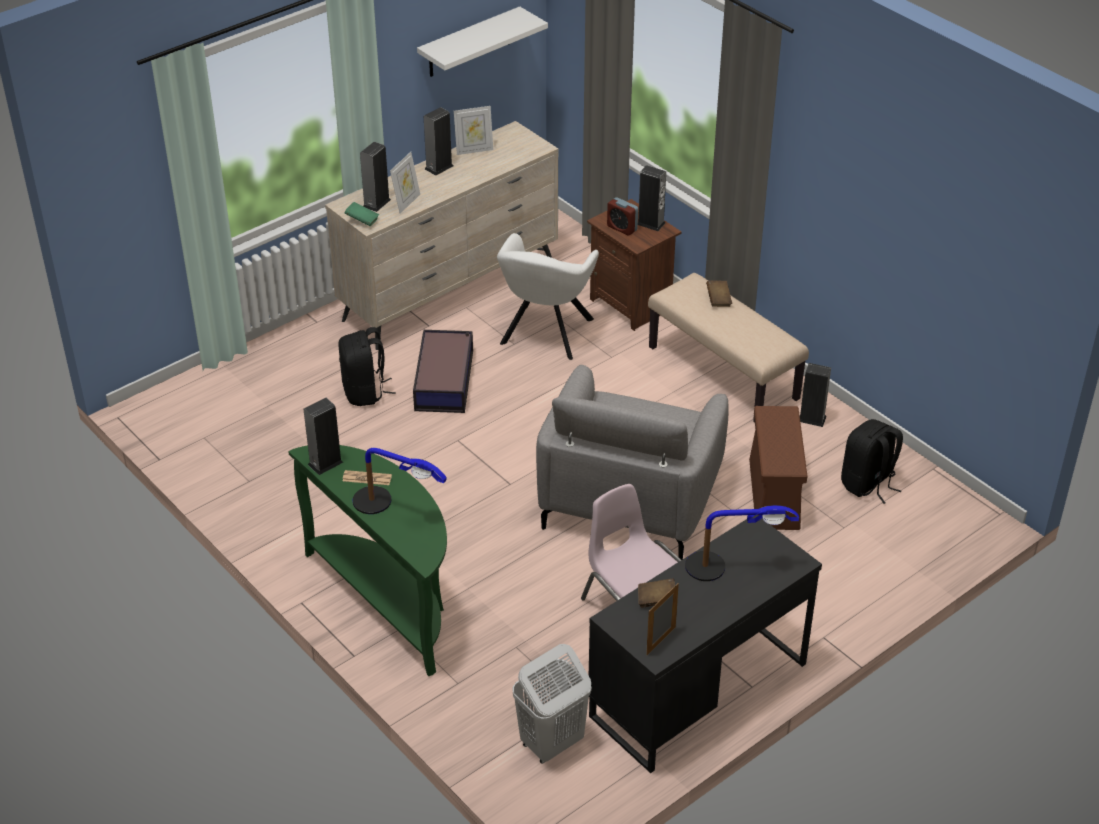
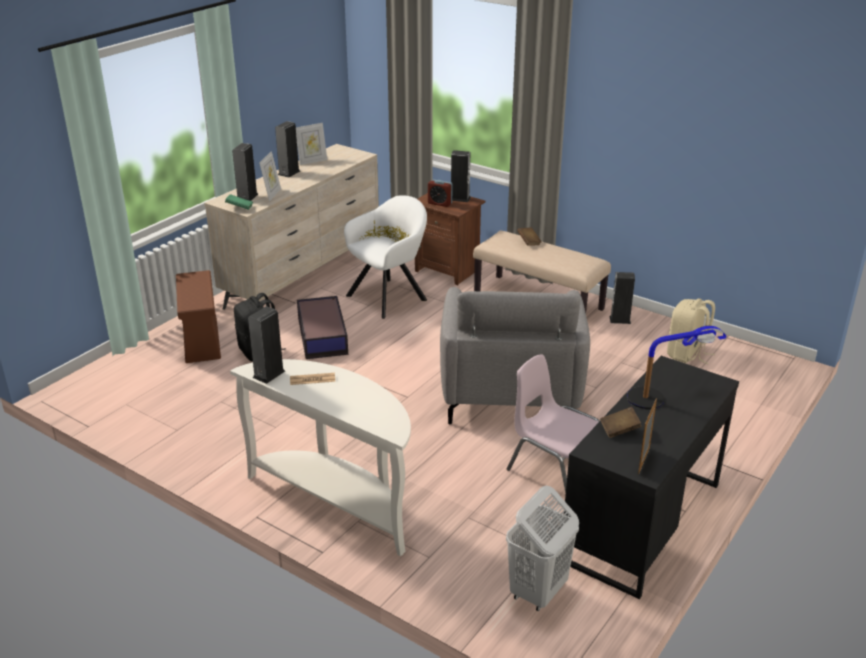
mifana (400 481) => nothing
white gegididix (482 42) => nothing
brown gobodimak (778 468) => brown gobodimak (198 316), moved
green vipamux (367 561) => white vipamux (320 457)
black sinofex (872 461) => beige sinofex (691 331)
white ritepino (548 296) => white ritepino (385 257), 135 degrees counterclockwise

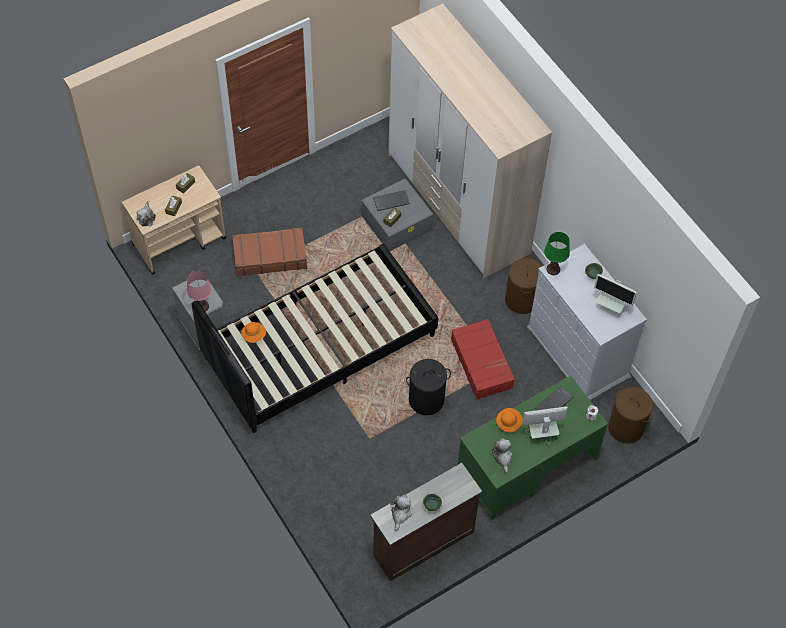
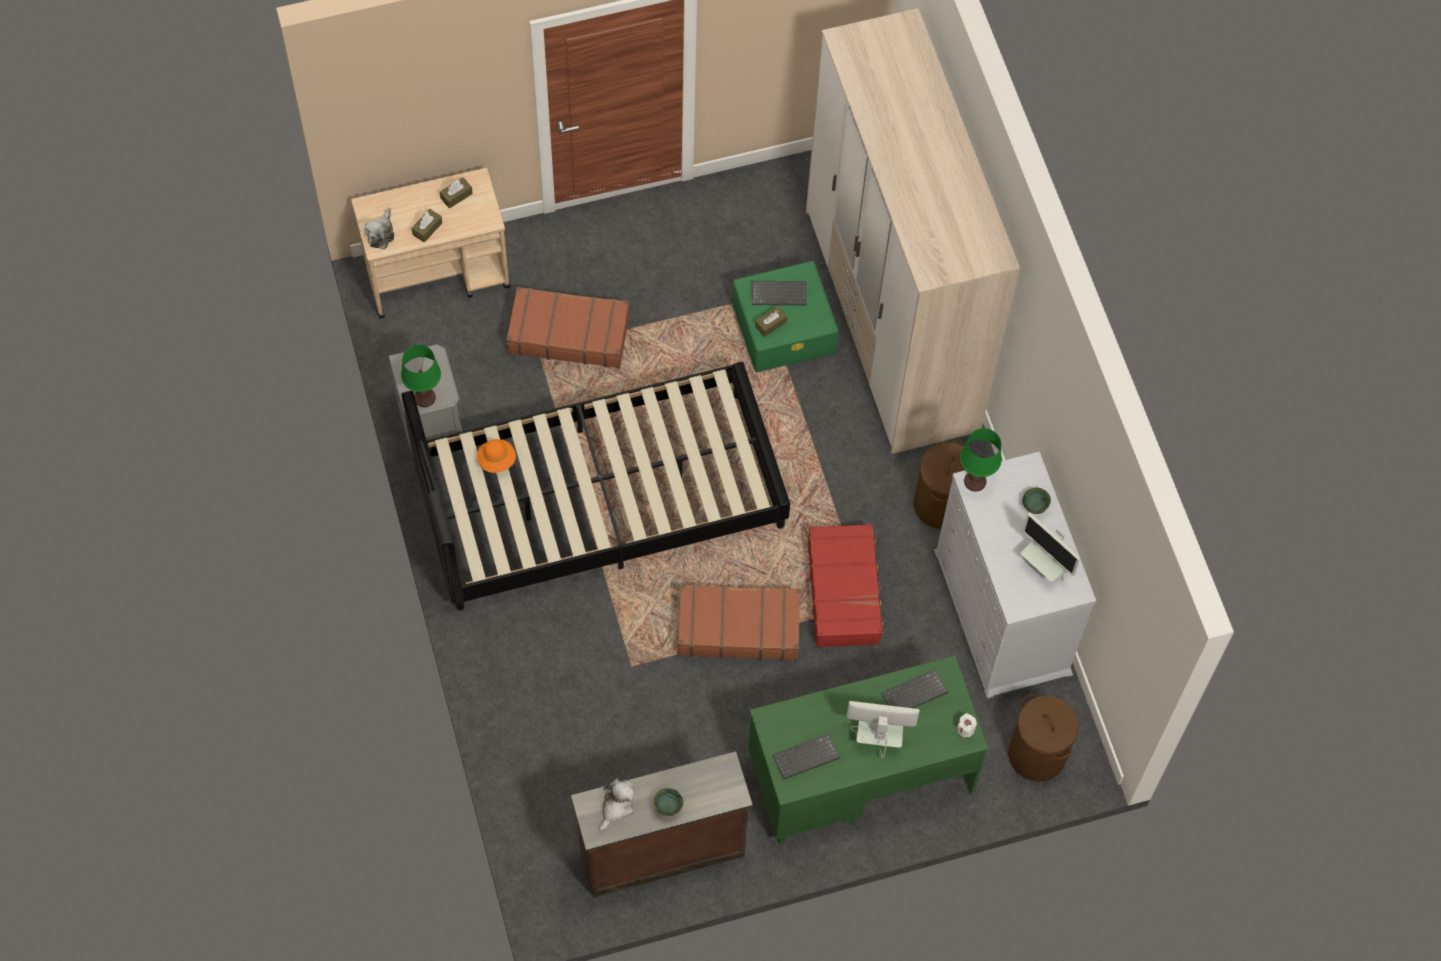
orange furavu (509 420) => nothing
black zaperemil (428 387) => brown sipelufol (739 622)
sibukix (502 455) => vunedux (806 756)
pink mifana (199 291) => green mifana (421 376)
grey gobodimak (397 214) => green gobodimak (785 316)

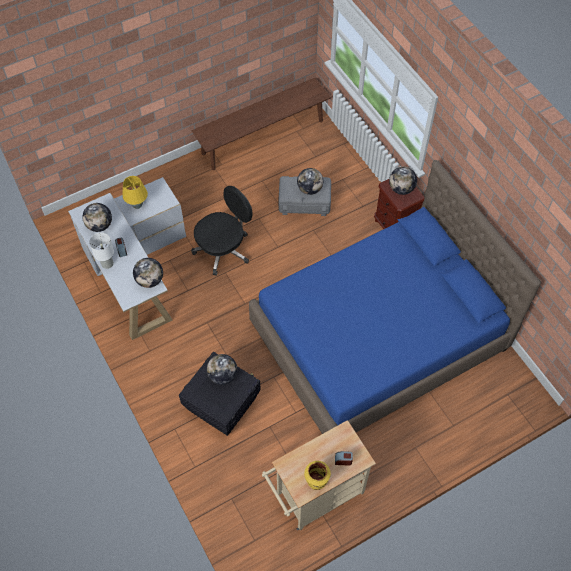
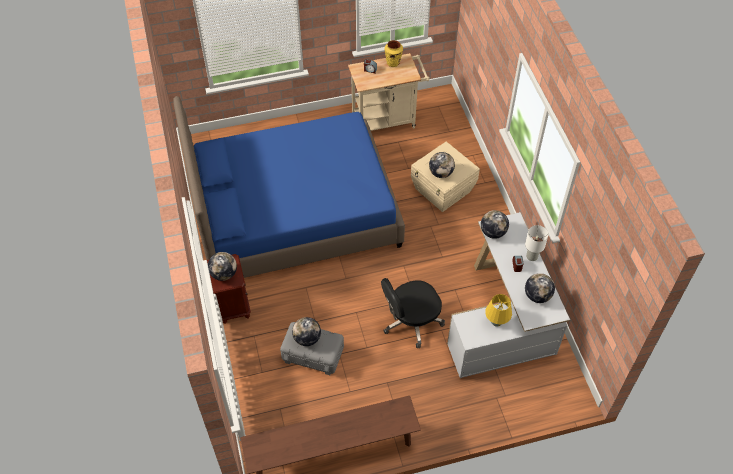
black gobodimak (220 394) => beige gobodimak (445 176)

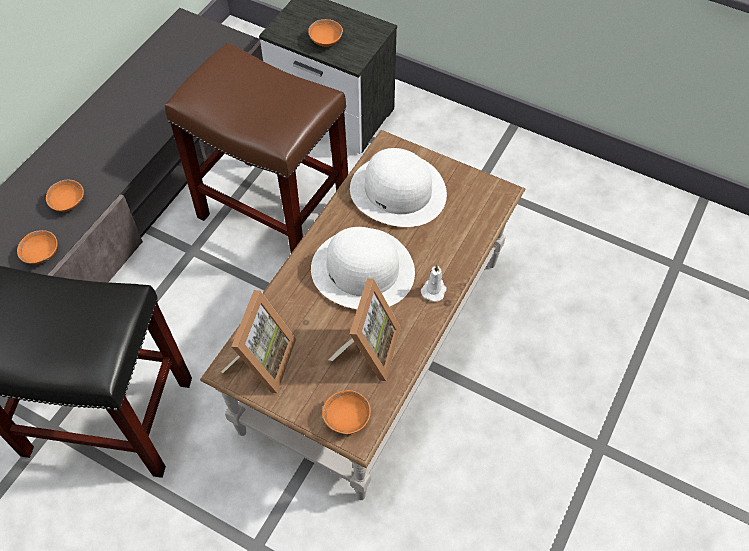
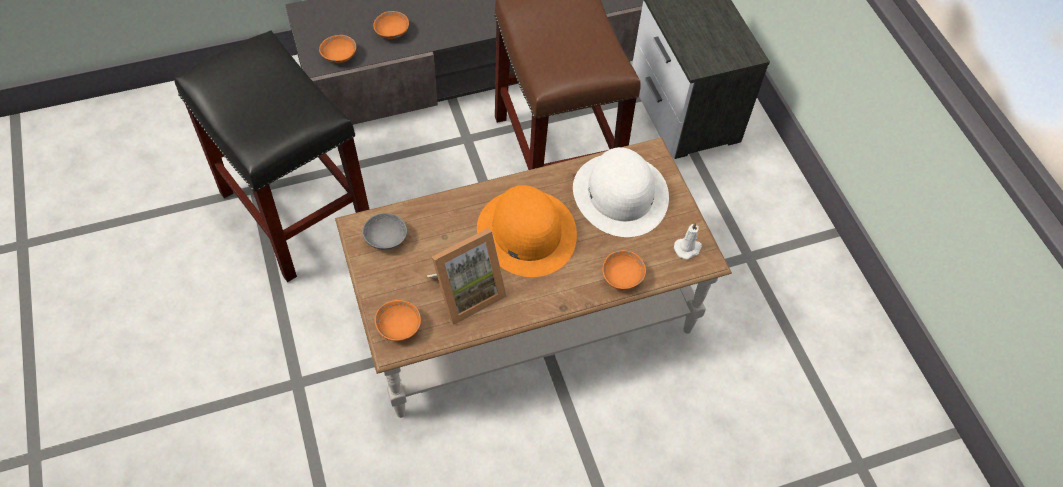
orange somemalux (325 33) => orange somemalux (624 270), moved
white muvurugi (434 283) => white muvurugi (688 240), moved
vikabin (258 341) => grey somemalux (384 231)
white furavu (363 268) => orange furavu (527 231)

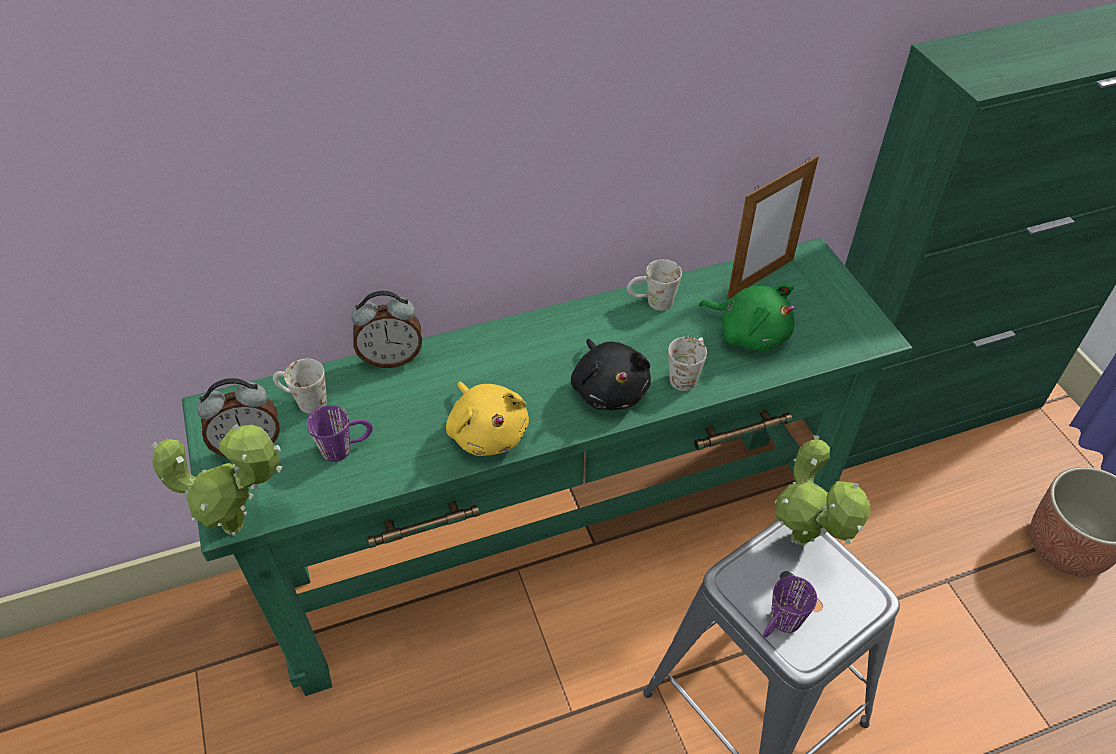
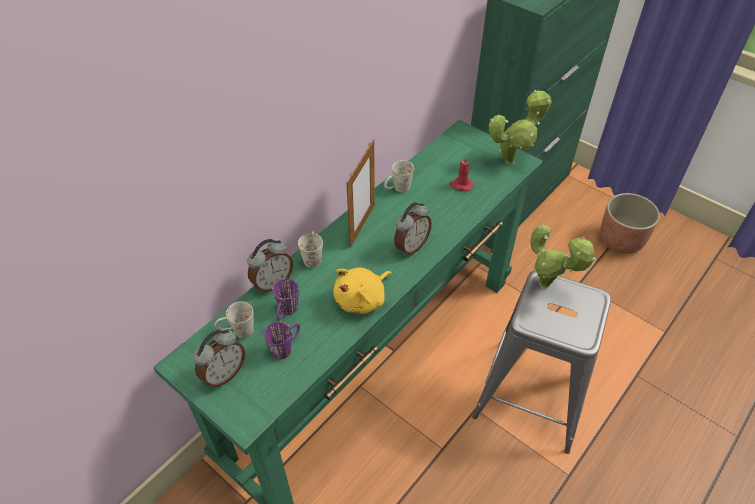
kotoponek (216 480) => kotoponek (520 127), moved
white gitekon (687 364) => white gitekon (310 249), moved
vikabin (773 228) => vikabin (361 193), moved
purple gitekon (790 607) => purple gitekon (285 300), moved
black sibukix (611 374) => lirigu (413 229)
green sibukix (747 317) => red muvurugi (461 173)
yellow sibukix (487 419) => yellow sibukix (362 291), 105 degrees clockwise

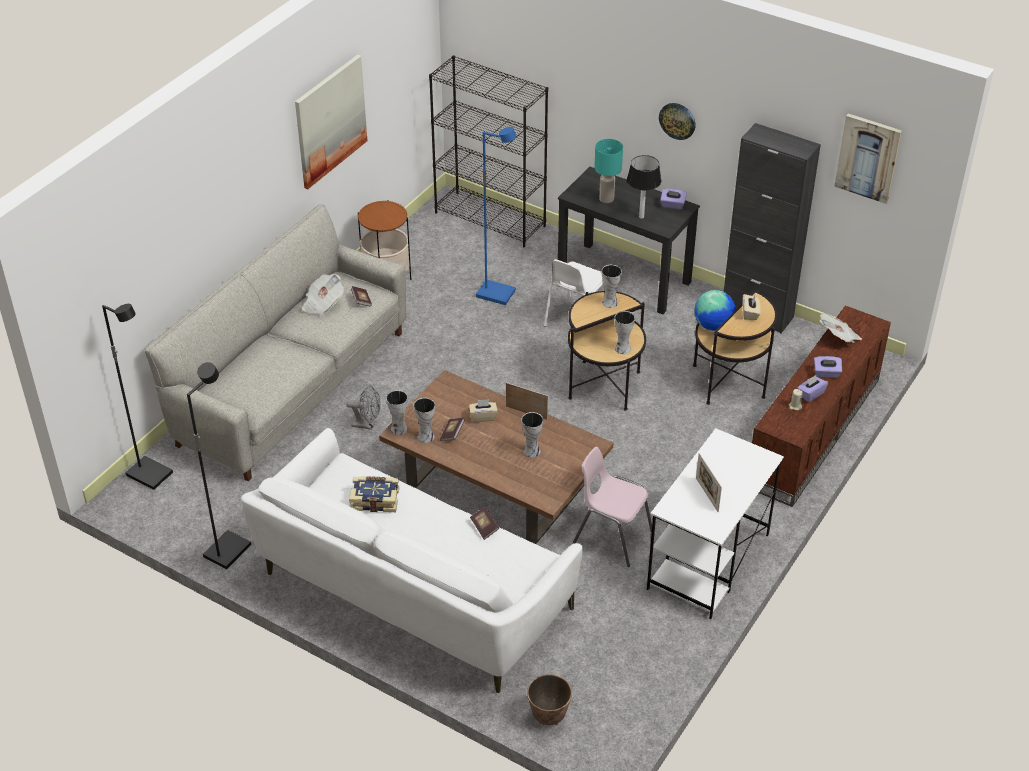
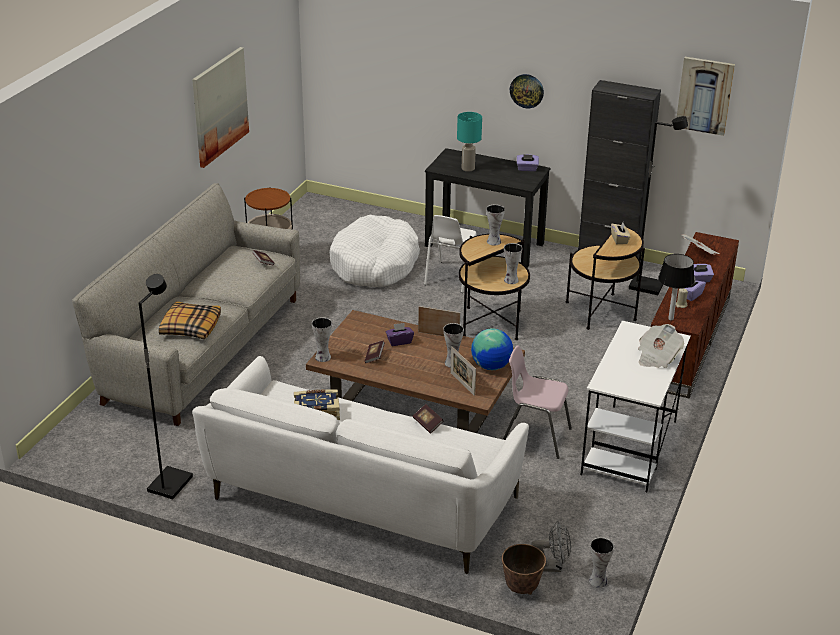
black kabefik (488 151) => nothing
nothing => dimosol (190 320)
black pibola (137 397) => black pibola (658 205), moved
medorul (323 295) => medorul (661 346), moved
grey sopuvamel (363 407) => grey sopuvamel (551 546), moved
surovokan (424 420) => surovokan (601 562), moved
mifana (644 187) => mifana (676 287), moved
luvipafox (715 310) => luvipafox (492 349), moved
vikabin (709 482) => vikabin (463 371), moved
blue pibola (496 216) => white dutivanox (374 251)
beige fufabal (483 410) => purple fufabal (400 334)

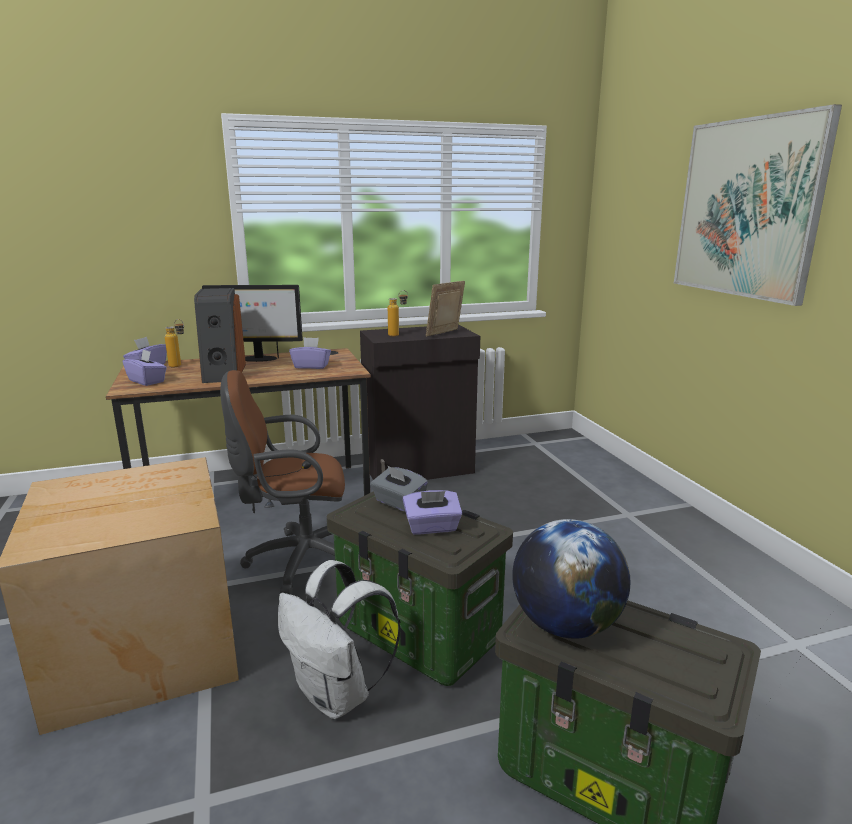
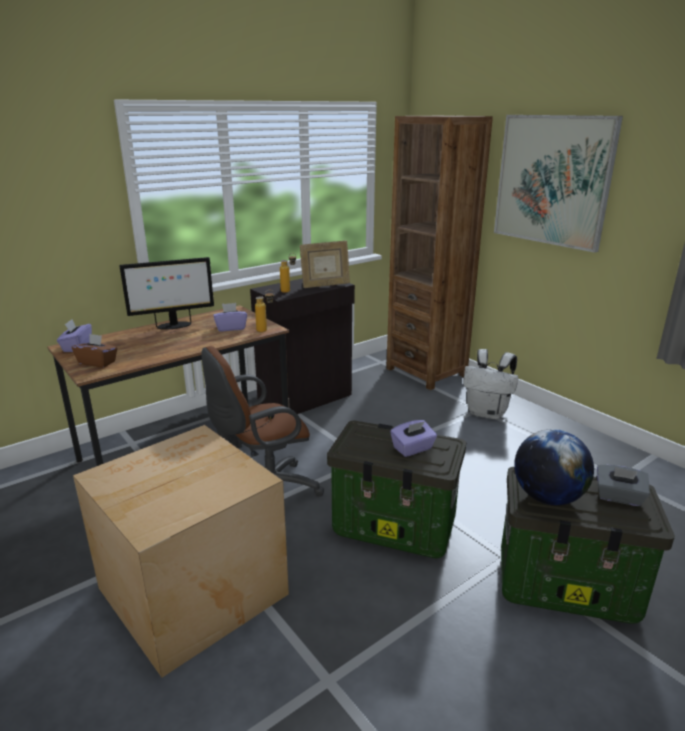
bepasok (220 335) => nothing
nothing => brown kabefik (439 253)
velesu (174 343) => velesu (264 311), moved
white sinofex (339 639) => white sinofex (490 384), moved
grey fufabal (399 488) => grey fufabal (623 485), moved
purple fufabal (145 367) => brown fufabal (95 351)
vikabin (445 309) => vikabin (325 264), 120 degrees counterclockwise

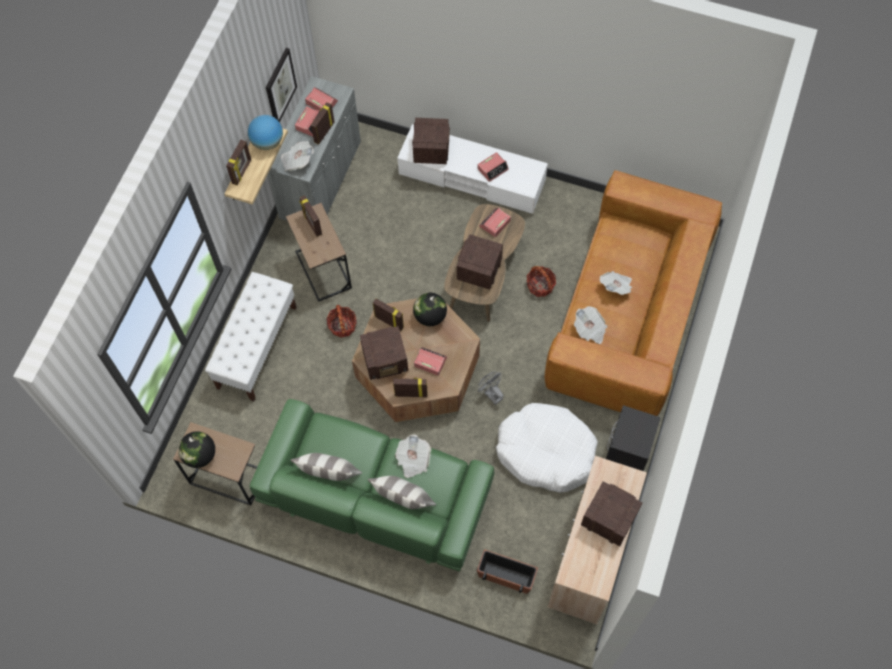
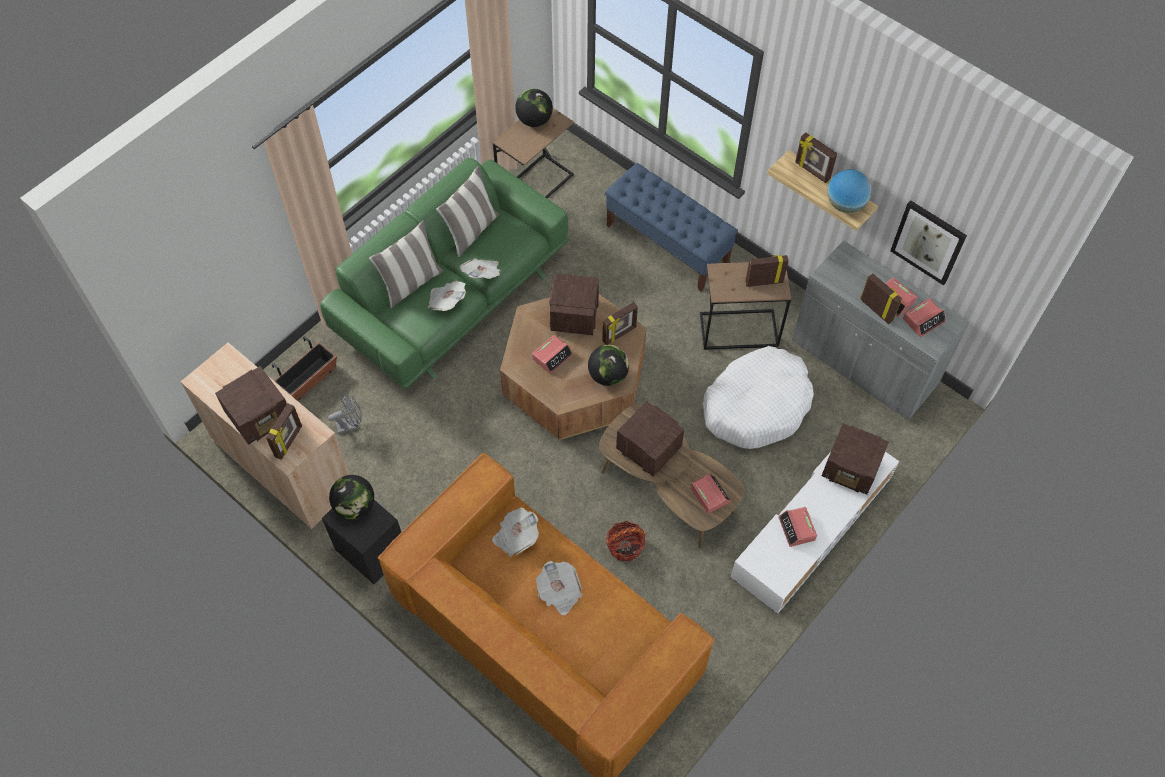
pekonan (341 321) => nothing
nothing => luvipafox (351 497)
medorul (297 156) => medorul (480 268), moved
vikabin (410 387) => vikabin (284 431), moved
grey sopuvamel (491 388) => grey sopuvamel (345 414), moved
white dutivanox (547 448) => white dutivanox (758 397), moved
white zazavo (251 336) => blue zazavo (671 227)

